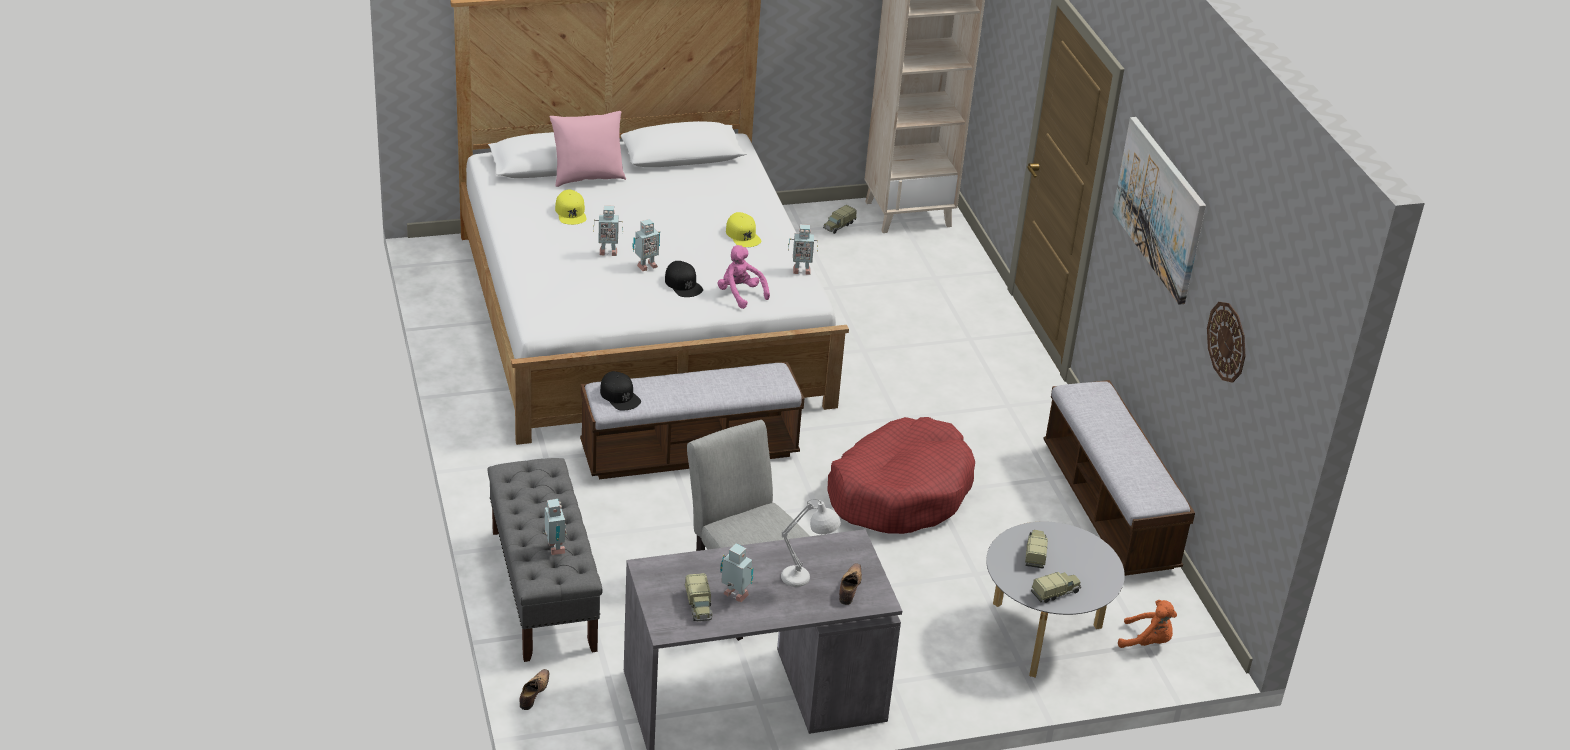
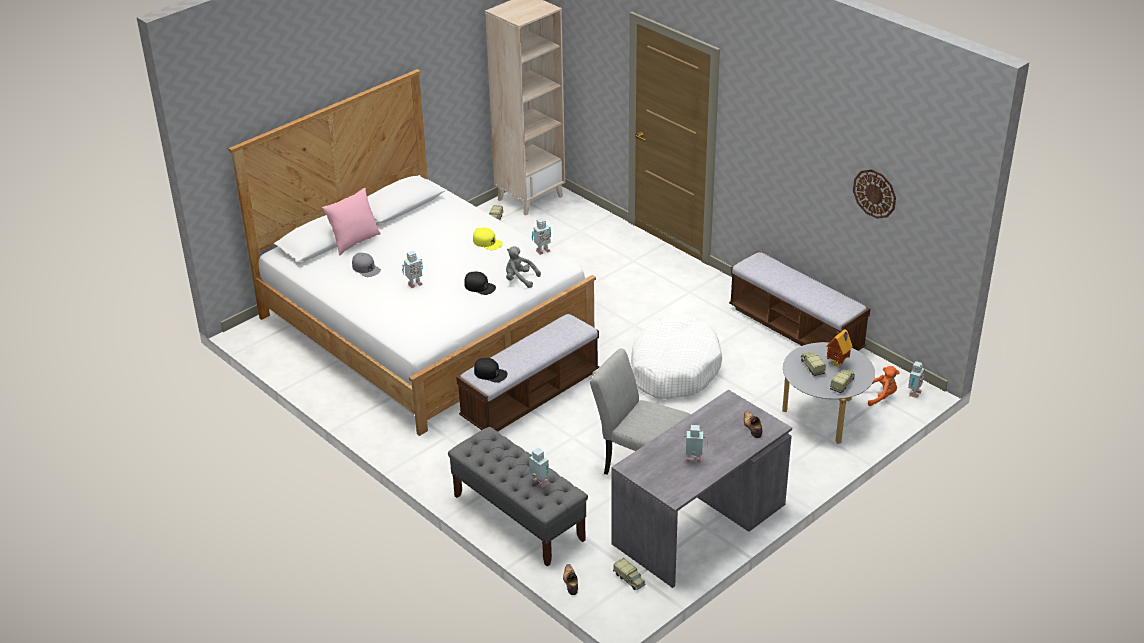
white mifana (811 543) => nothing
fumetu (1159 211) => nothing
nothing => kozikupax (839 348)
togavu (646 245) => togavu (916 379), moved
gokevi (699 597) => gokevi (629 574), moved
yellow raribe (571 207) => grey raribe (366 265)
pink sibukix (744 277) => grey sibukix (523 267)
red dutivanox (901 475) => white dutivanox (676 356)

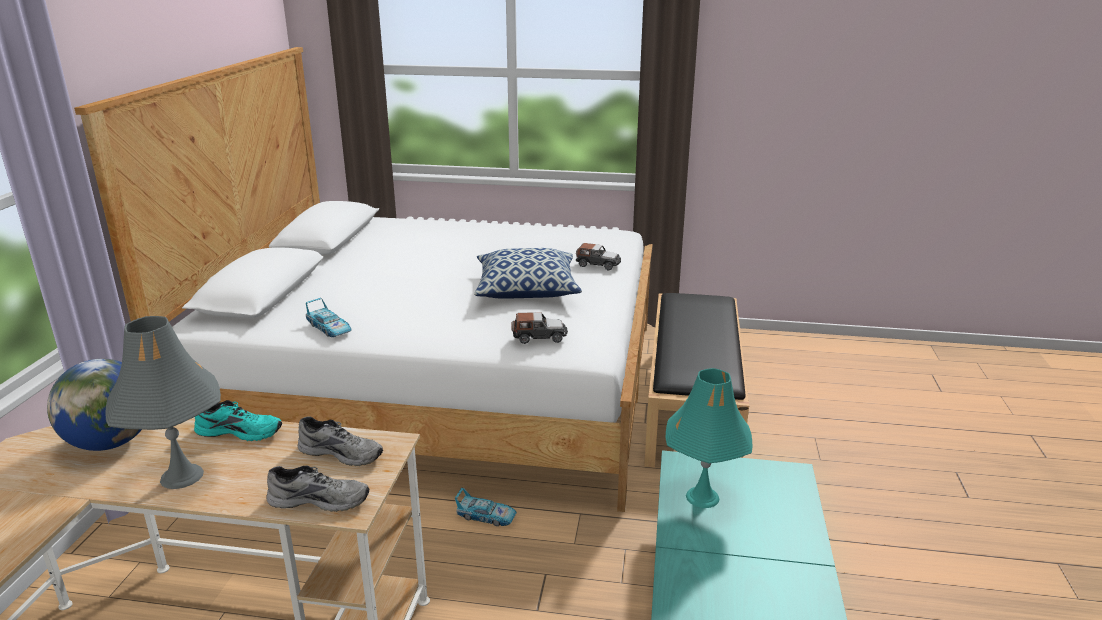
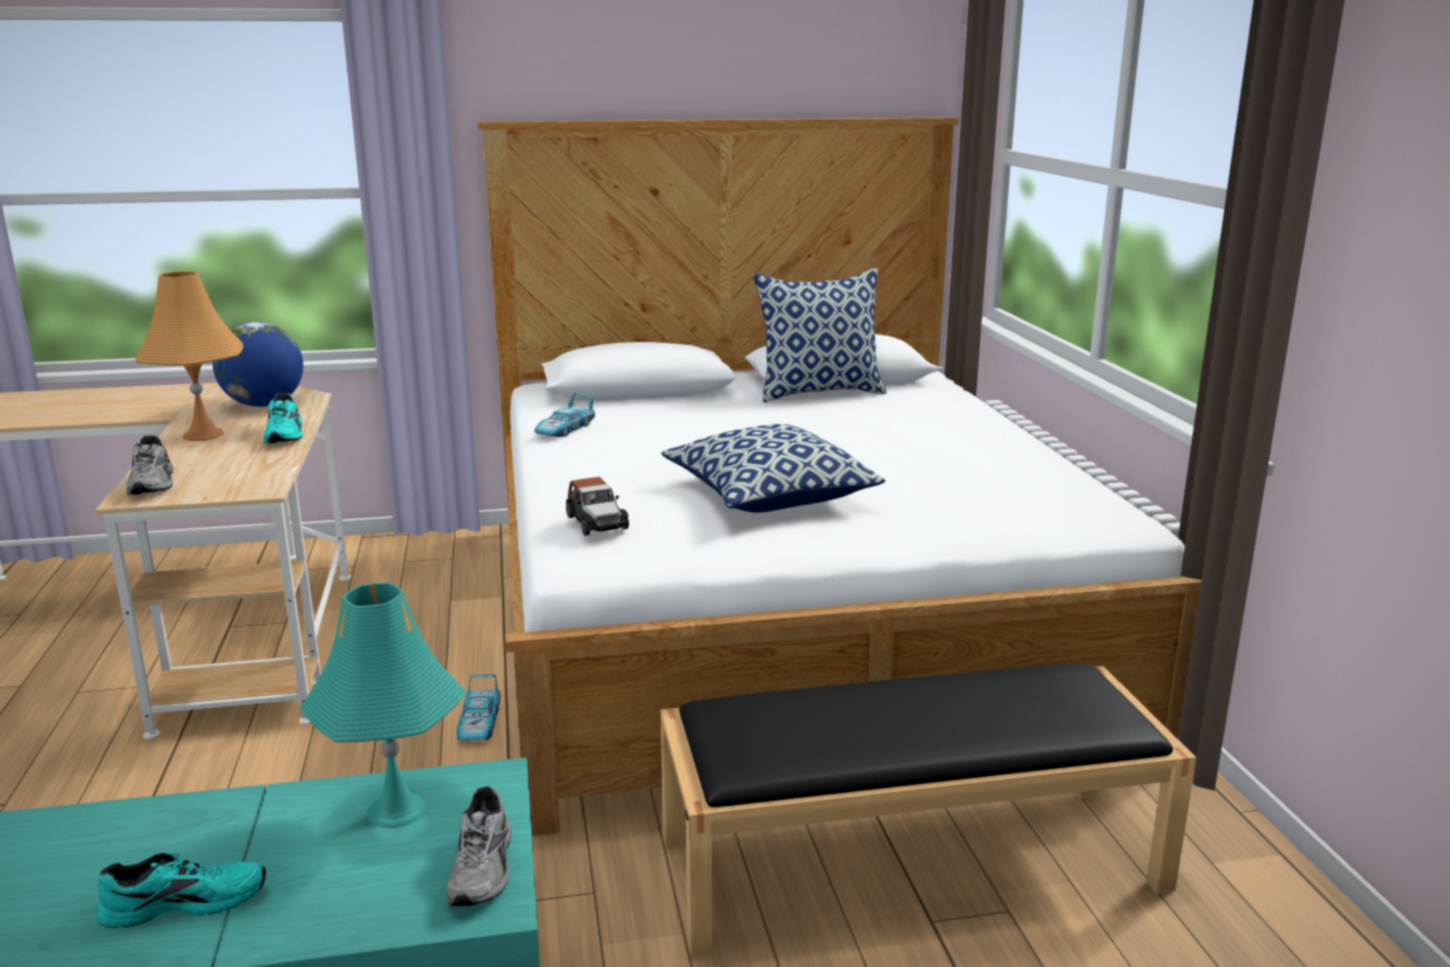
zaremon (598 256) => nothing
nothing => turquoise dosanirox (181 890)
nothing => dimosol (820 335)
grey dosanirox (340 441) => grey dosanirox (479 846), moved
grey mifana (163 402) => orange mifana (189 356)

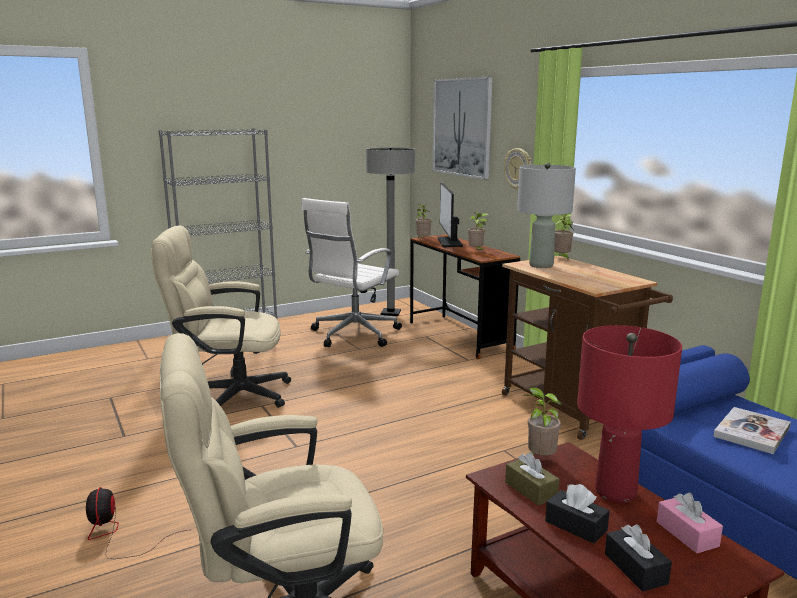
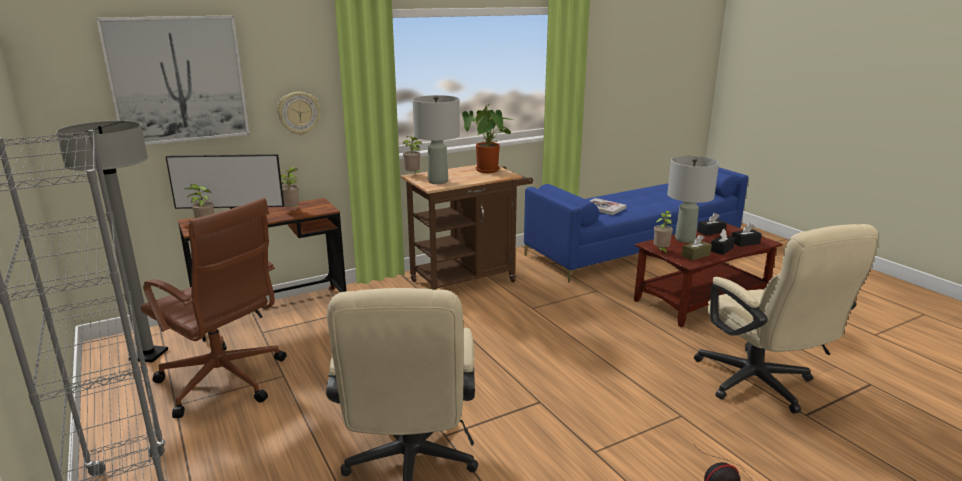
nothing => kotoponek (487 138)
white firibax (352 272) => brown firibax (214 308)
red mifana (629 414) => grey mifana (693 199)
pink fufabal (690 522) => black fufabal (712 224)

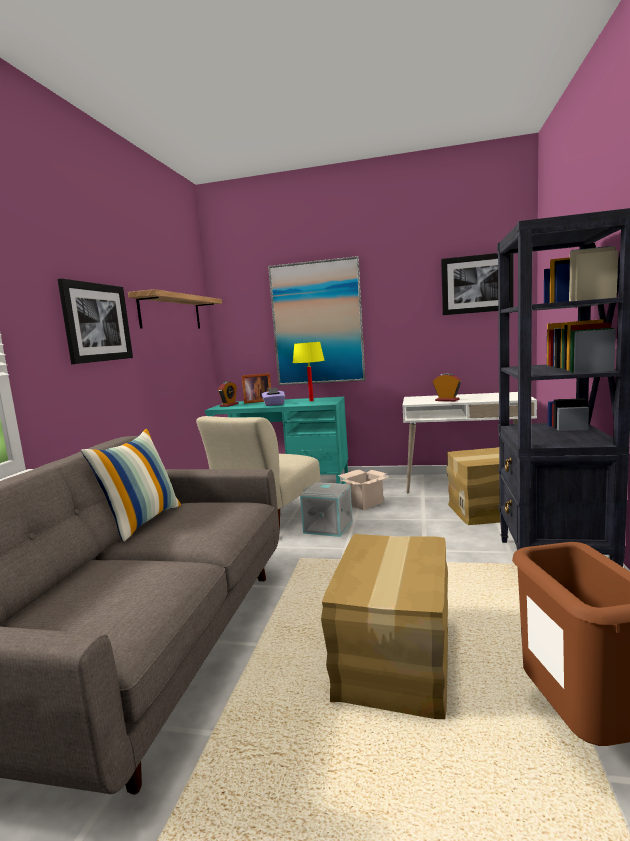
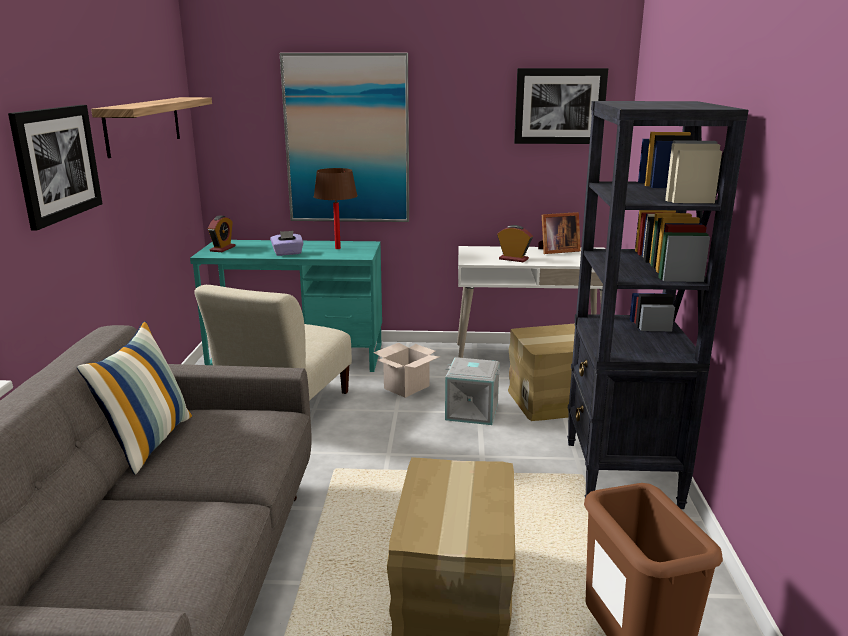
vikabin (256 388) => vikabin (559 233), moved
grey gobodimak (326 509) => grey gobodimak (473 391), moved
yellow mifana (309 371) => brown mifana (336 208)

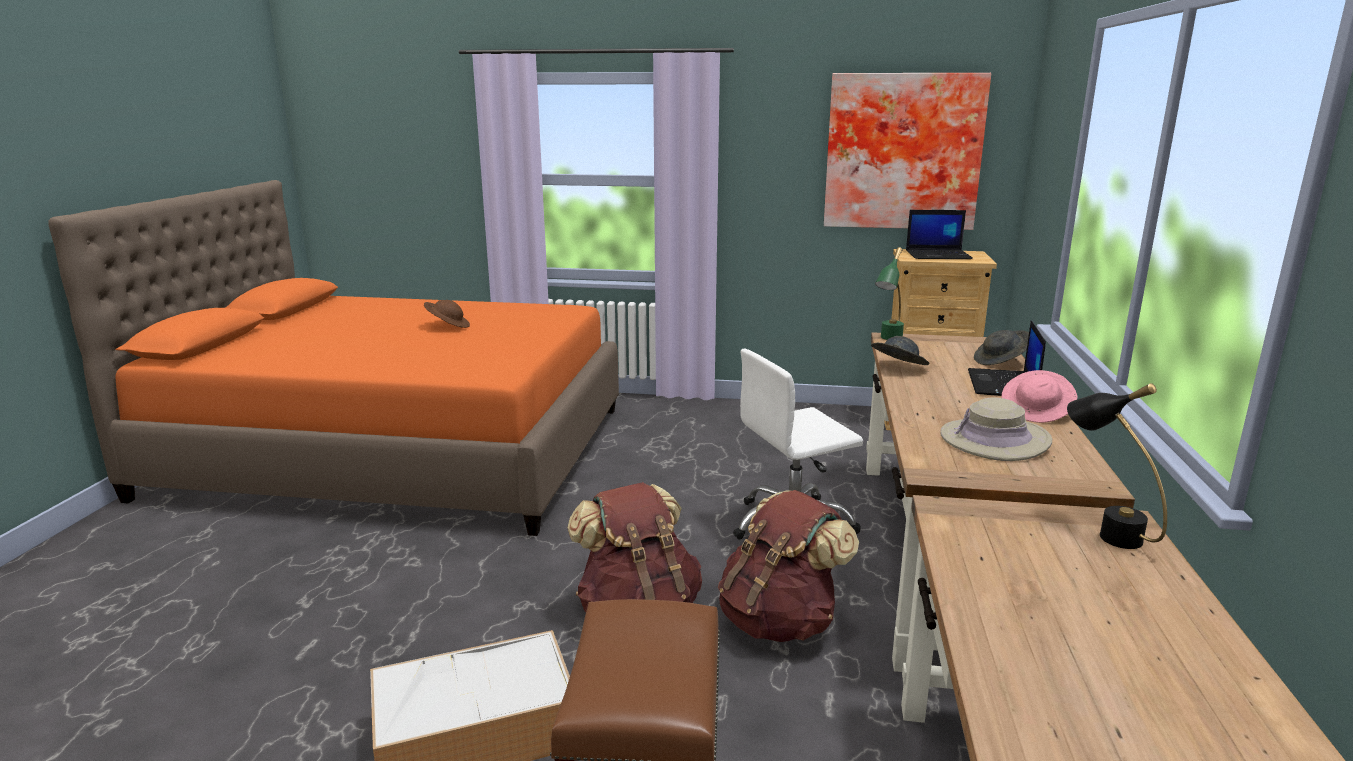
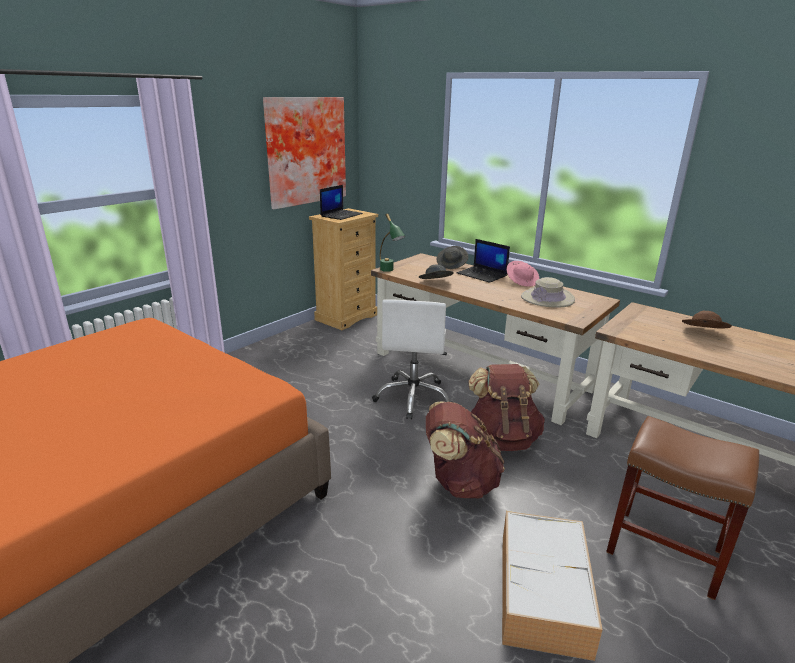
black mifana (1117 466) => nothing
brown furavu (447 314) => brown furavu (707 320), moved

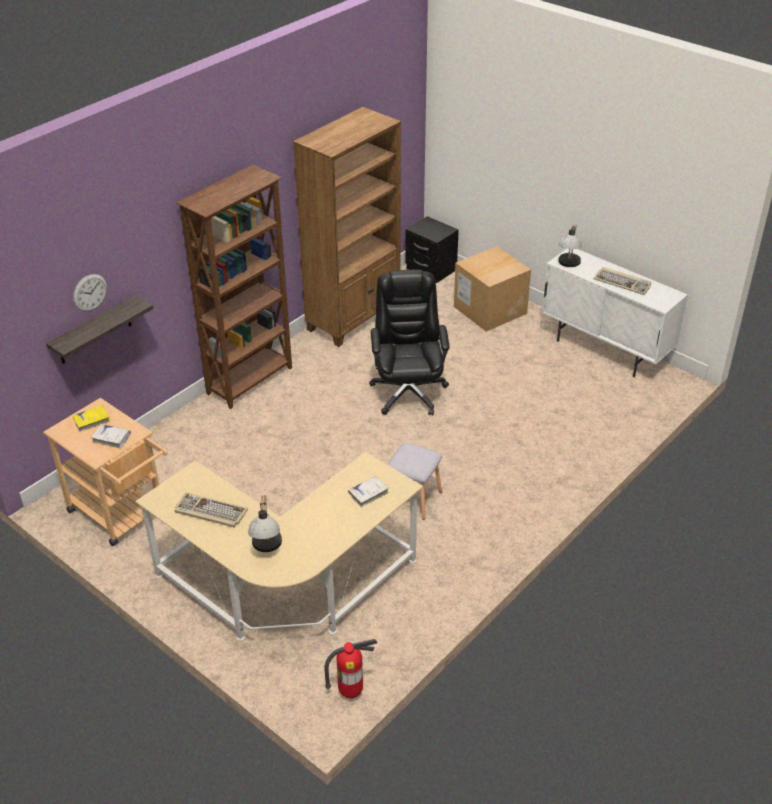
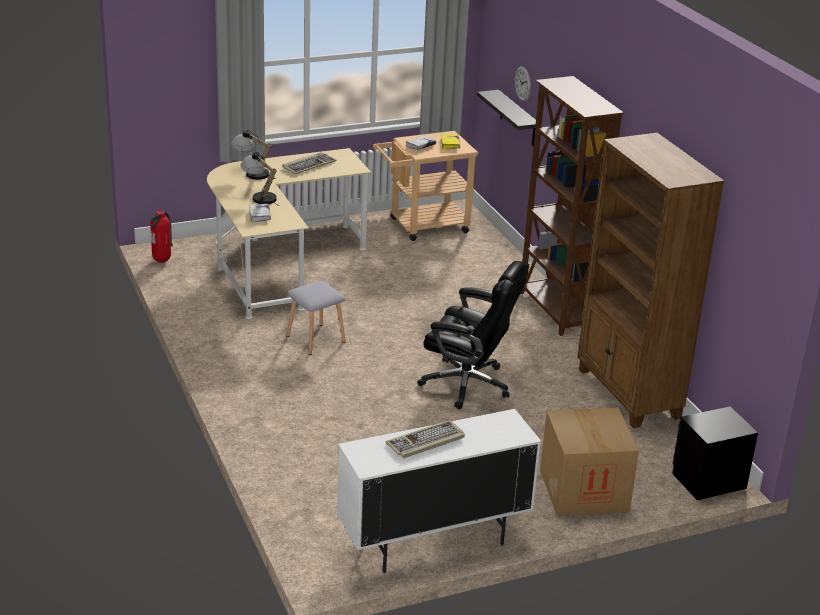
mifana (570 245) => mifana (260 179), moved

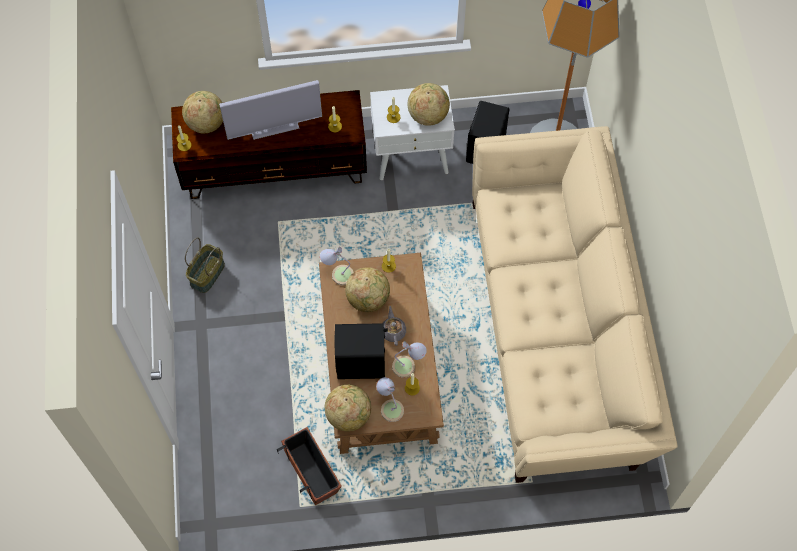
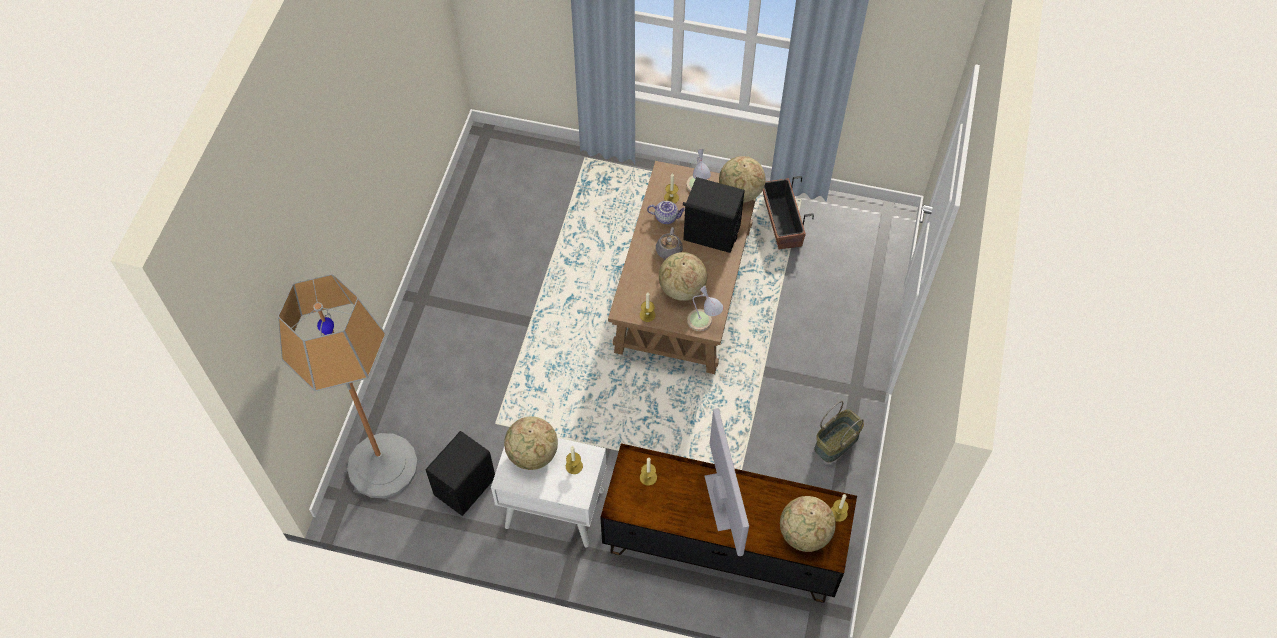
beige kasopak (575 304) => nothing
mifana (409 359) => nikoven (666 212)
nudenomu (270 110) => nudenomu (727 482), 75 degrees clockwise

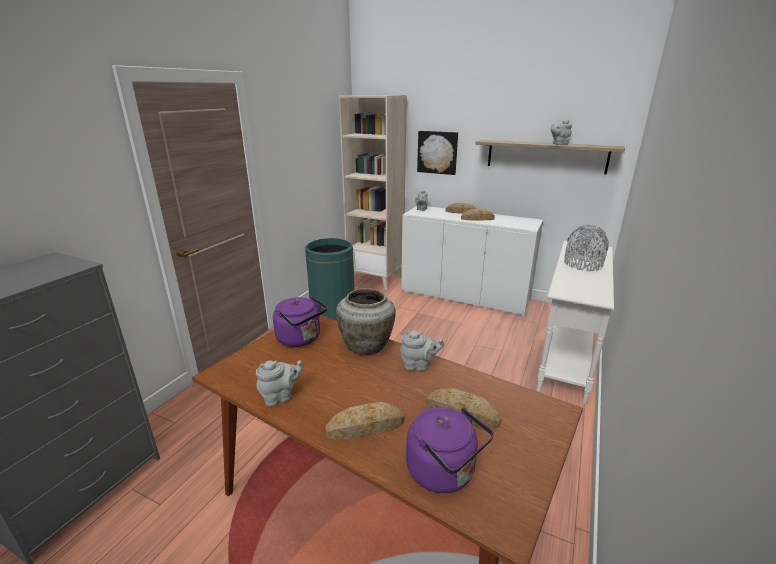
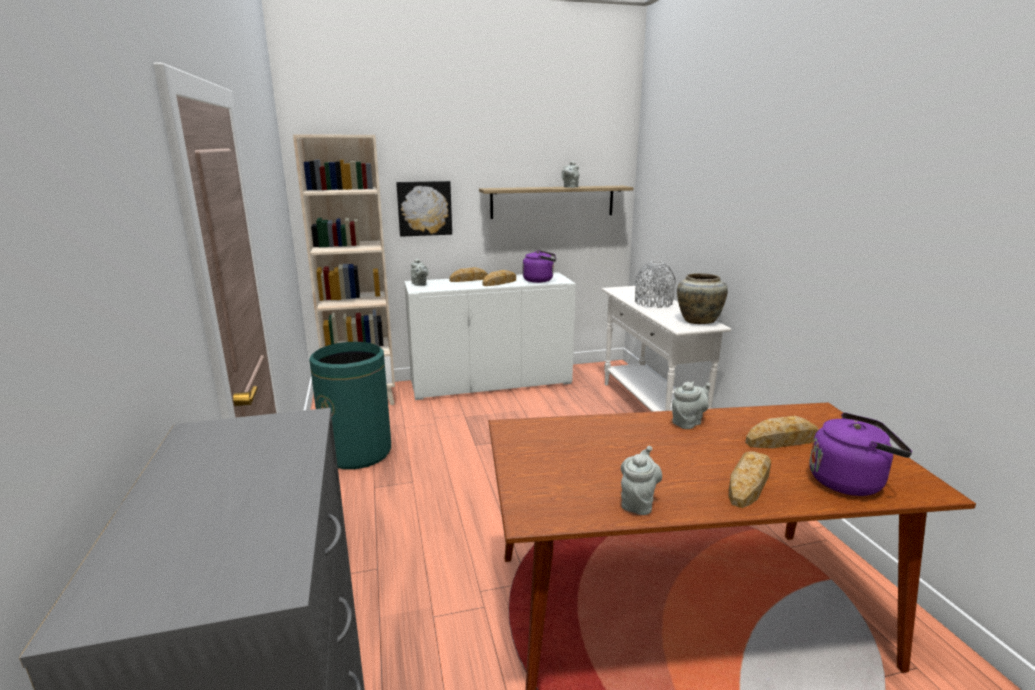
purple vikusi (300 321) => purple vikusi (539 266), moved
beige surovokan (366 321) => beige surovokan (702 298), moved

